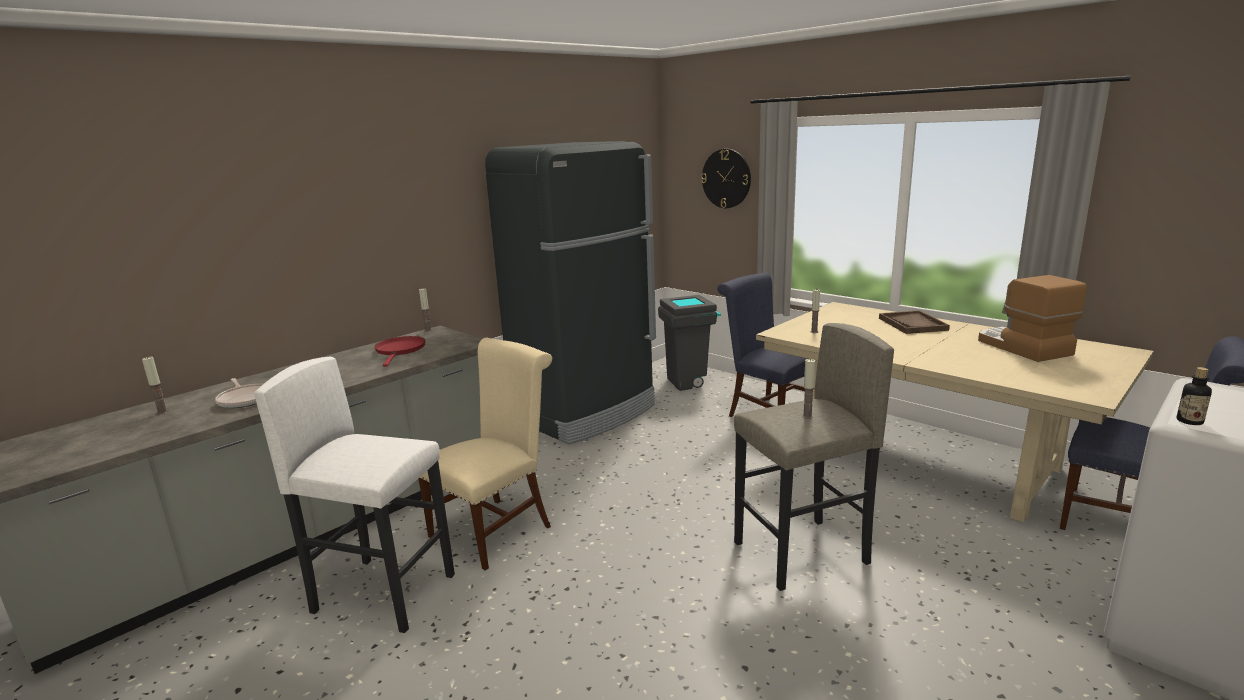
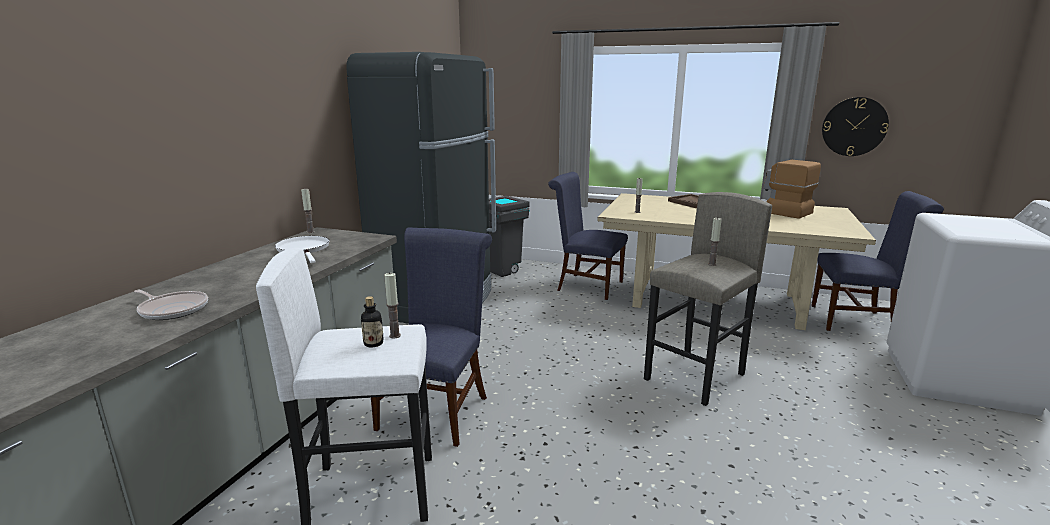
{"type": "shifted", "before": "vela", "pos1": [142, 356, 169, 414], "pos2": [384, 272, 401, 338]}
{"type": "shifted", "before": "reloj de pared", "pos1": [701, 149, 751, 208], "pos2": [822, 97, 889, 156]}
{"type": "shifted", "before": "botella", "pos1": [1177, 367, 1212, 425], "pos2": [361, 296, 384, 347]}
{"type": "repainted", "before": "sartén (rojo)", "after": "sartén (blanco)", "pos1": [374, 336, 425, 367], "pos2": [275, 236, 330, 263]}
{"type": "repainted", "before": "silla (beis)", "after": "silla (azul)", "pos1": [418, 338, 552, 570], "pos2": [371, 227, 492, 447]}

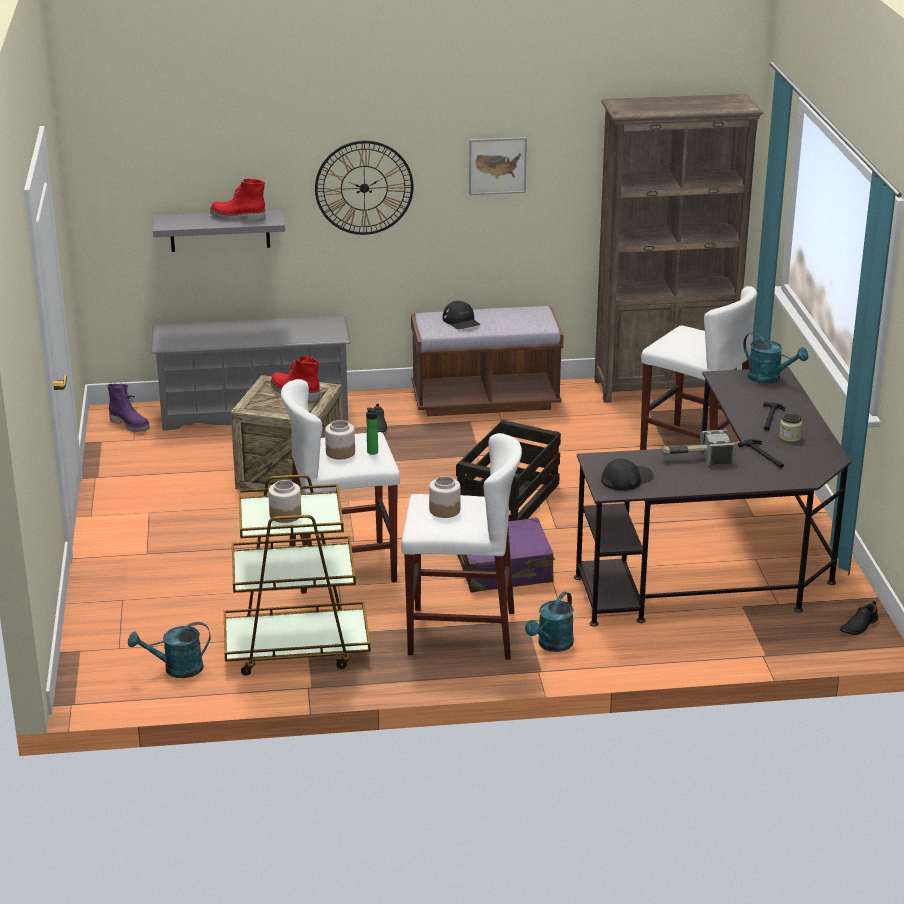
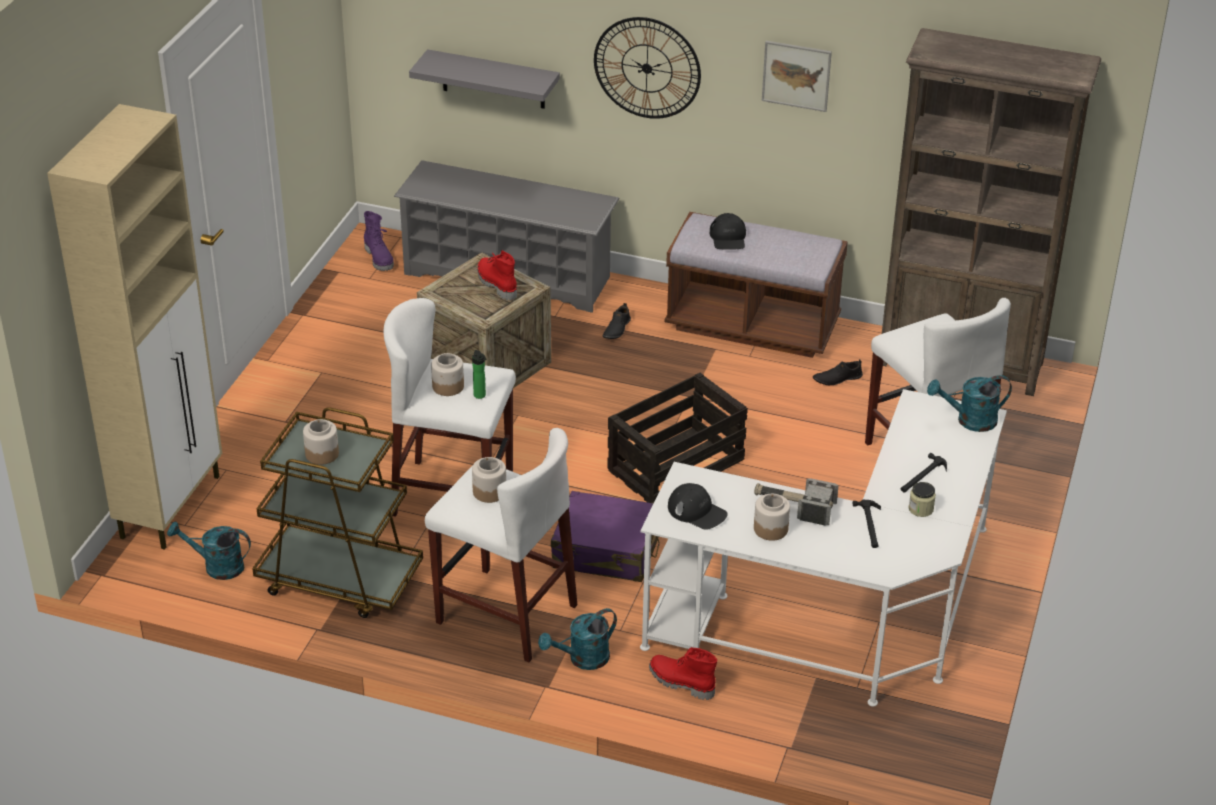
{"type": "new", "after": "armario (beis)", "pos2": [47, 104, 222, 550]}
{"type": "new", "after": "tarro", "pos2": [754, 494, 790, 541]}
{"type": "shifted", "before": "bota (rojo)", "pos1": [210, 179, 266, 221], "pos2": [649, 647, 717, 700]}
{"type": "shifted", "before": "zapato (negro)", "pos1": [840, 601, 878, 635], "pos2": [813, 359, 863, 385]}
{"type": "repainted", "before": "escritorio (negro)", "after": "escritorio (blanco)", "pos1": [574, 367, 851, 626], "pos2": [640, 389, 1007, 707]}
{"type": "rotated", "before": "gorra (negro)", "pos1": [601, 458, 654, 491], "pos2": [668, 483, 727, 530], "turn": 45}
{"type": "rotated", "before": "regadera (turquesa)", "pos1": [743, 332, 808, 384], "pos2": [927, 375, 1012, 432], "turn": 105}

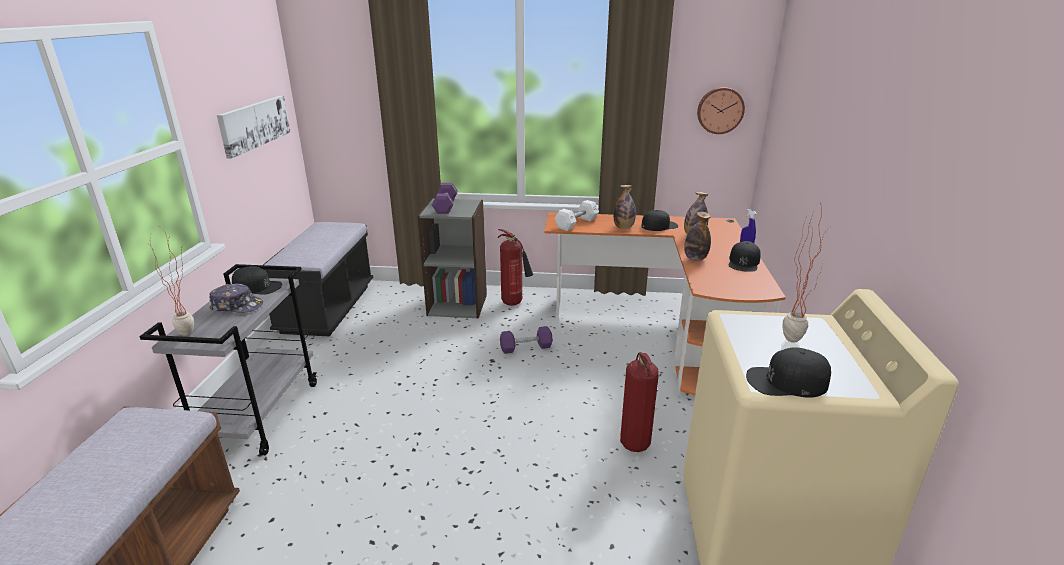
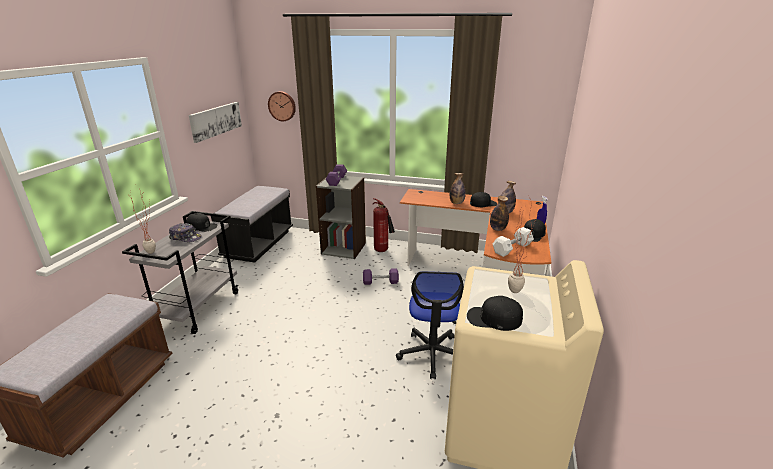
{"type": "shifted", "before": "mancuerna (blanco)", "pos1": [555, 200, 599, 231], "pos2": [492, 227, 534, 257]}
{"type": "shifted", "before": "reloj de pared", "pos1": [697, 87, 745, 134], "pos2": [268, 91, 296, 121]}
{"type": "swapped", "before": "extintor", "after": "silla de oficina", "pos1": [620, 352, 659, 452], "pos2": [396, 271, 464, 379]}

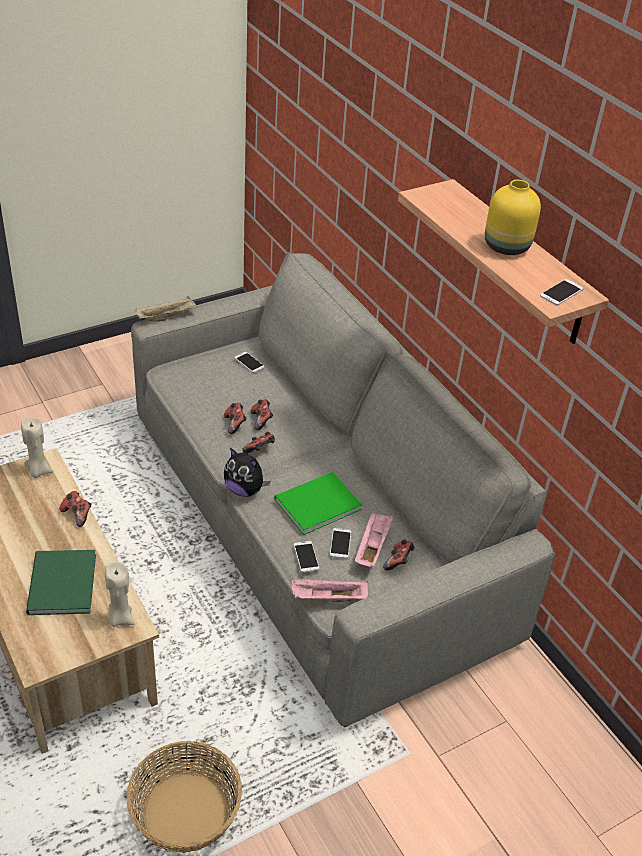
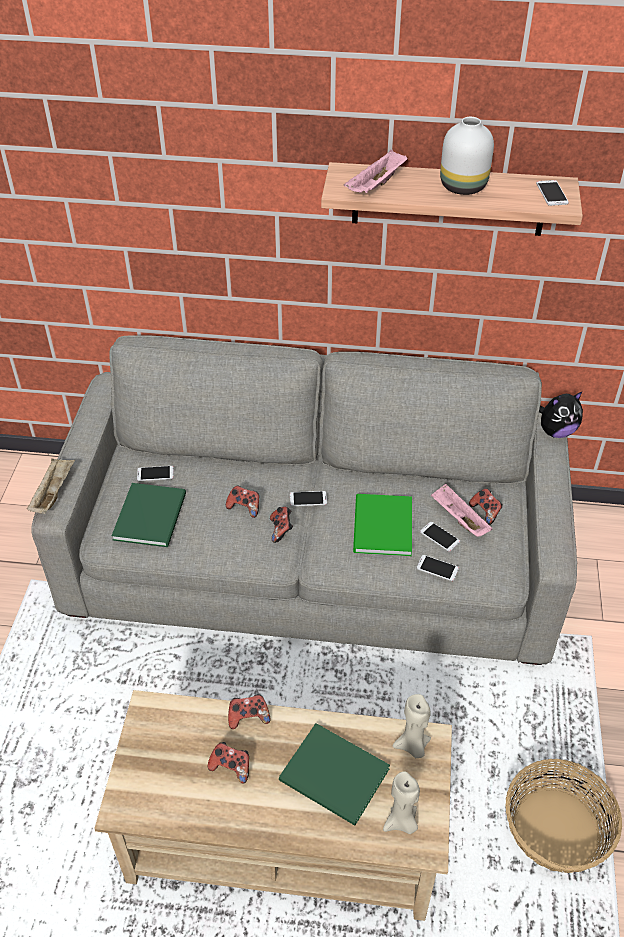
{"type": "new", "after": "libro (verde)", "pos2": [112, 483, 186, 547]}
{"type": "new", "after": "móvil", "pos2": [290, 491, 327, 506]}
{"type": "shifted", "before": "vela (beis)", "pos1": [21, 417, 54, 478], "pos2": [383, 771, 420, 834]}
{"type": "shifted", "before": "mando de consola", "pos1": [224, 403, 247, 434], "pos2": [208, 742, 249, 783]}
{"type": "shifted", "before": "peluche", "pos1": [224, 448, 271, 497], "pos2": [539, 391, 583, 438]}
{"type": "shifted", "before": "bandeja (rosa)", "pos1": [292, 579, 369, 602], "pos2": [344, 150, 407, 193]}
{"type": "repainted", "before": "florero (amarillo)", "after": "florero (blanco)", "pos1": [485, 180, 541, 255], "pos2": [440, 117, 494, 195]}

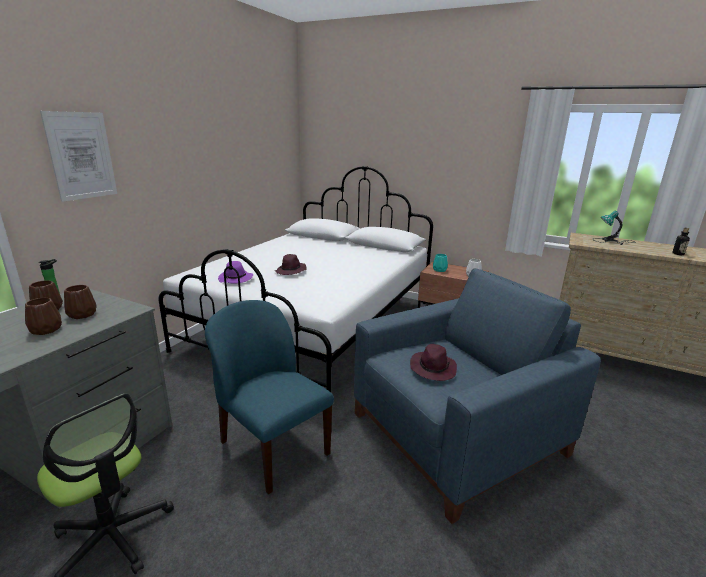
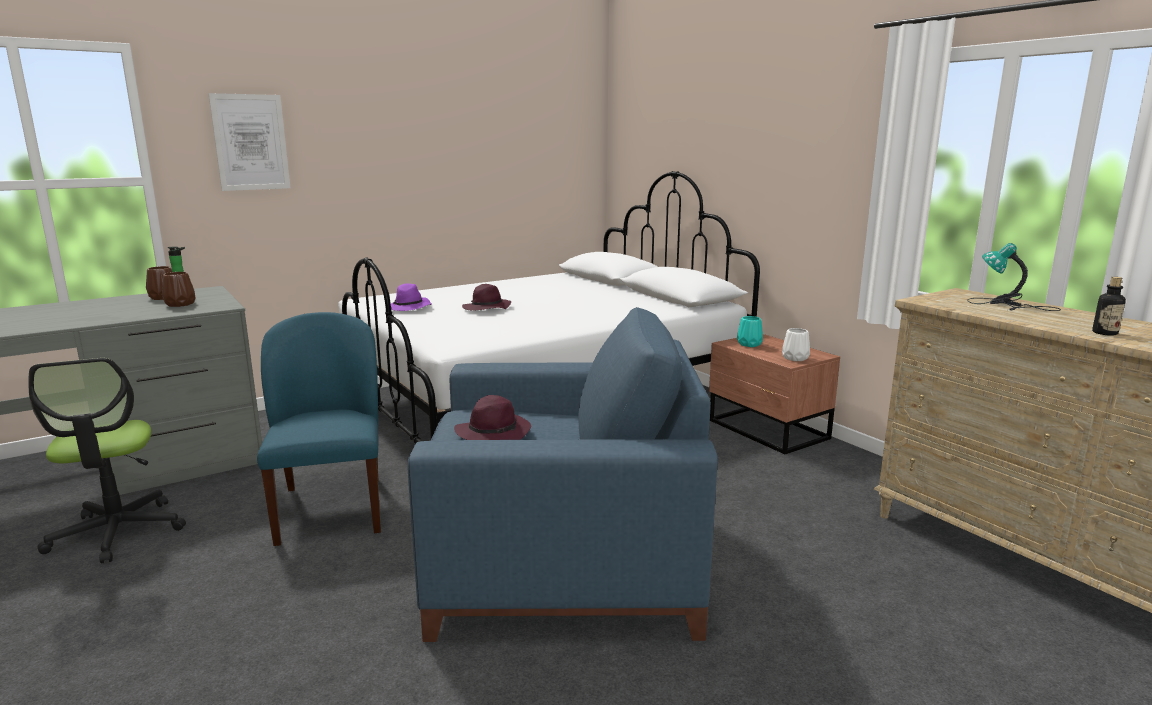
{"type": "gone", "before": "florero (marrón)", "pos1": [25, 298, 62, 335]}

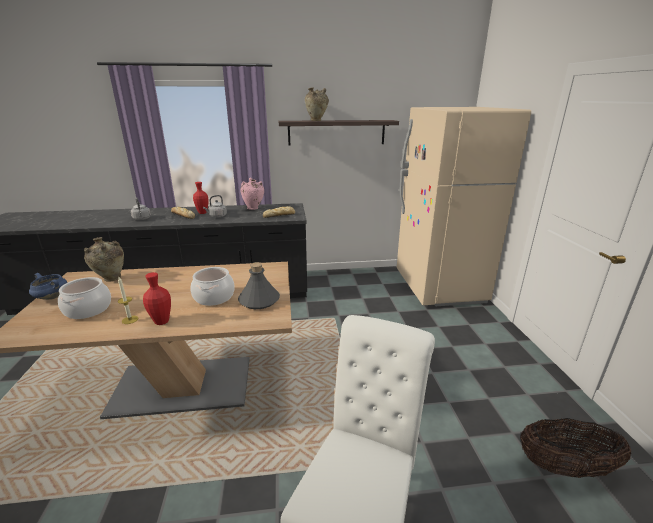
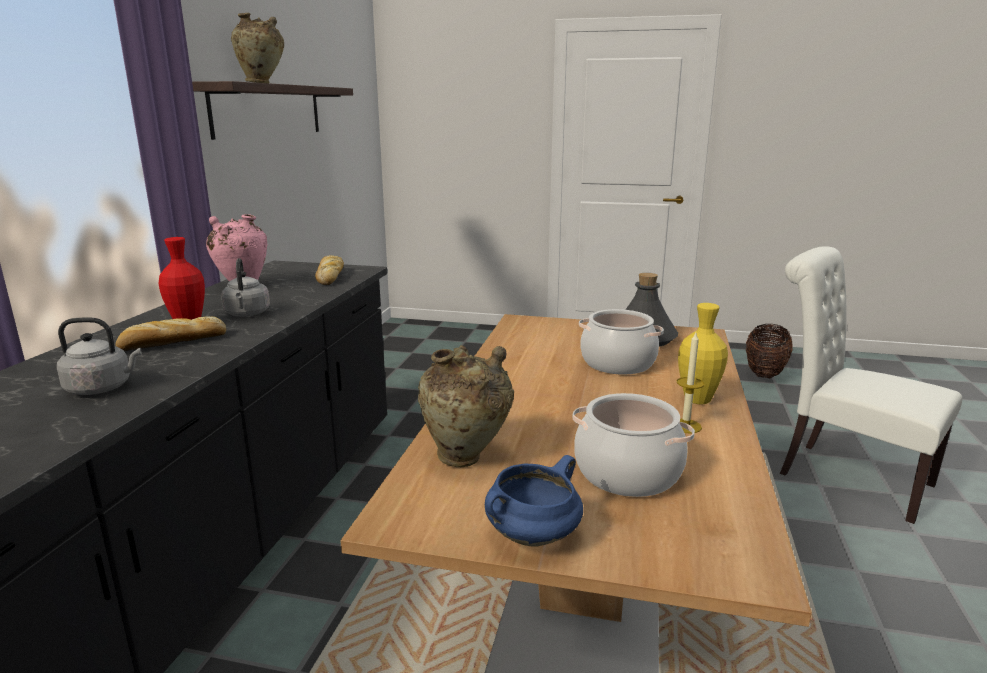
{"type": "gone", "before": "nevera (beis)", "pos1": [397, 107, 531, 306]}
{"type": "repainted", "before": "florero (rojo)", "after": "florero (amarillo)", "pos1": [143, 272, 171, 325], "pos2": [678, 303, 728, 404]}

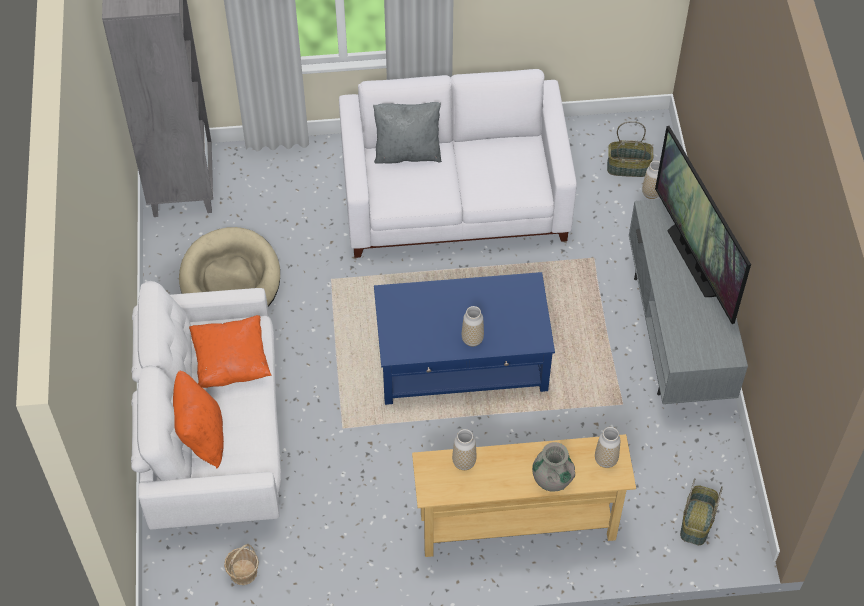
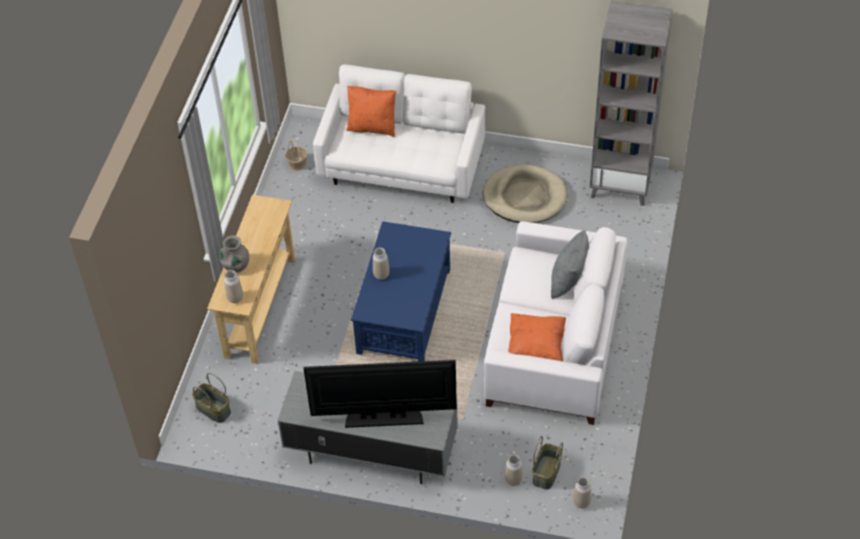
{"type": "shifted", "before": "cojín (naranja)", "pos1": [189, 315, 272, 388], "pos2": [508, 313, 566, 361]}
{"type": "shifted", "before": "florero", "pos1": [452, 429, 477, 470], "pos2": [573, 477, 591, 508]}

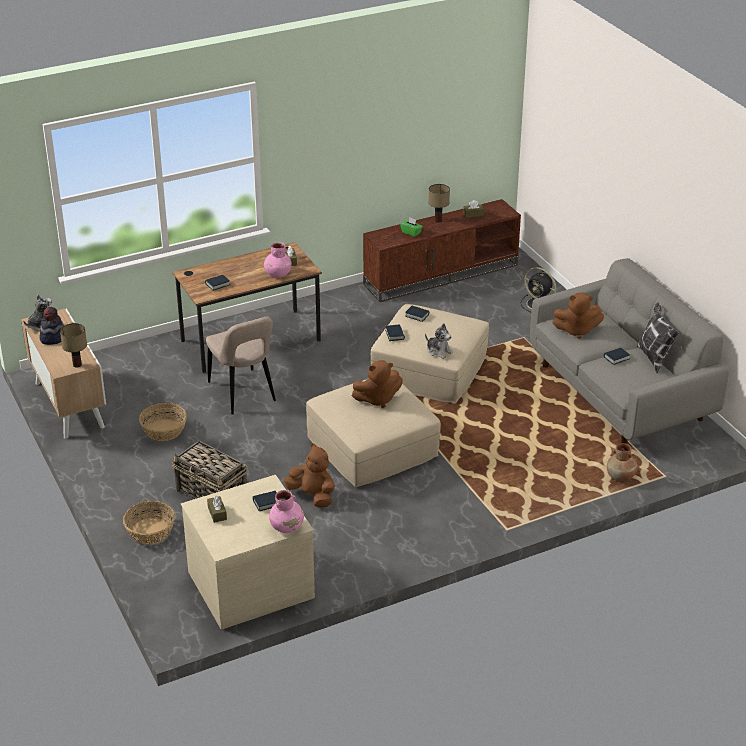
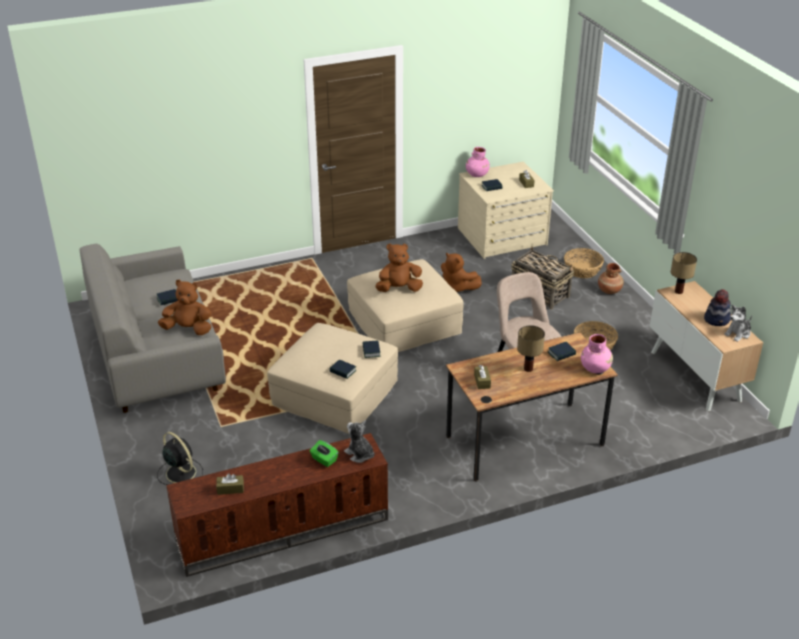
{"type": "gone", "before": "cojín", "pos1": [637, 303, 679, 373]}
{"type": "shifted", "before": "florero (rosa)", "pos1": [264, 242, 292, 278], "pos2": [581, 334, 613, 373]}
{"type": "shifted", "before": "peluche", "pos1": [425, 323, 453, 359], "pos2": [344, 420, 374, 463]}
{"type": "shifted", "before": "lámpara de mesa", "pos1": [428, 184, 450, 223], "pos2": [517, 325, 545, 372]}
{"type": "shifted", "before": "florero (marrón)", "pos1": [607, 443, 638, 481], "pos2": [598, 263, 624, 294]}

